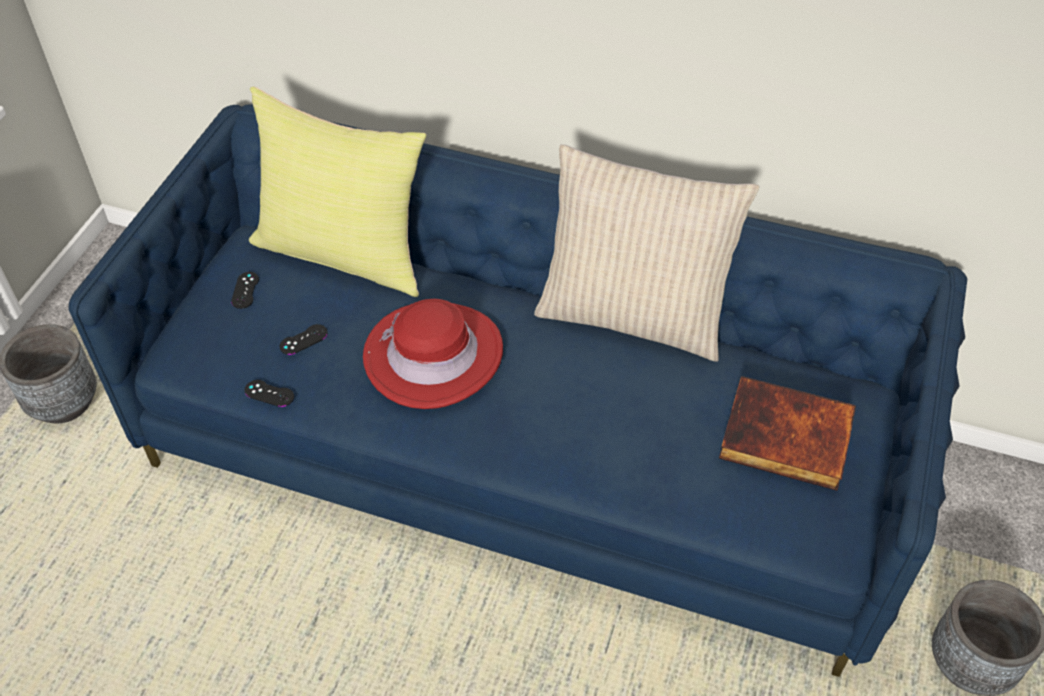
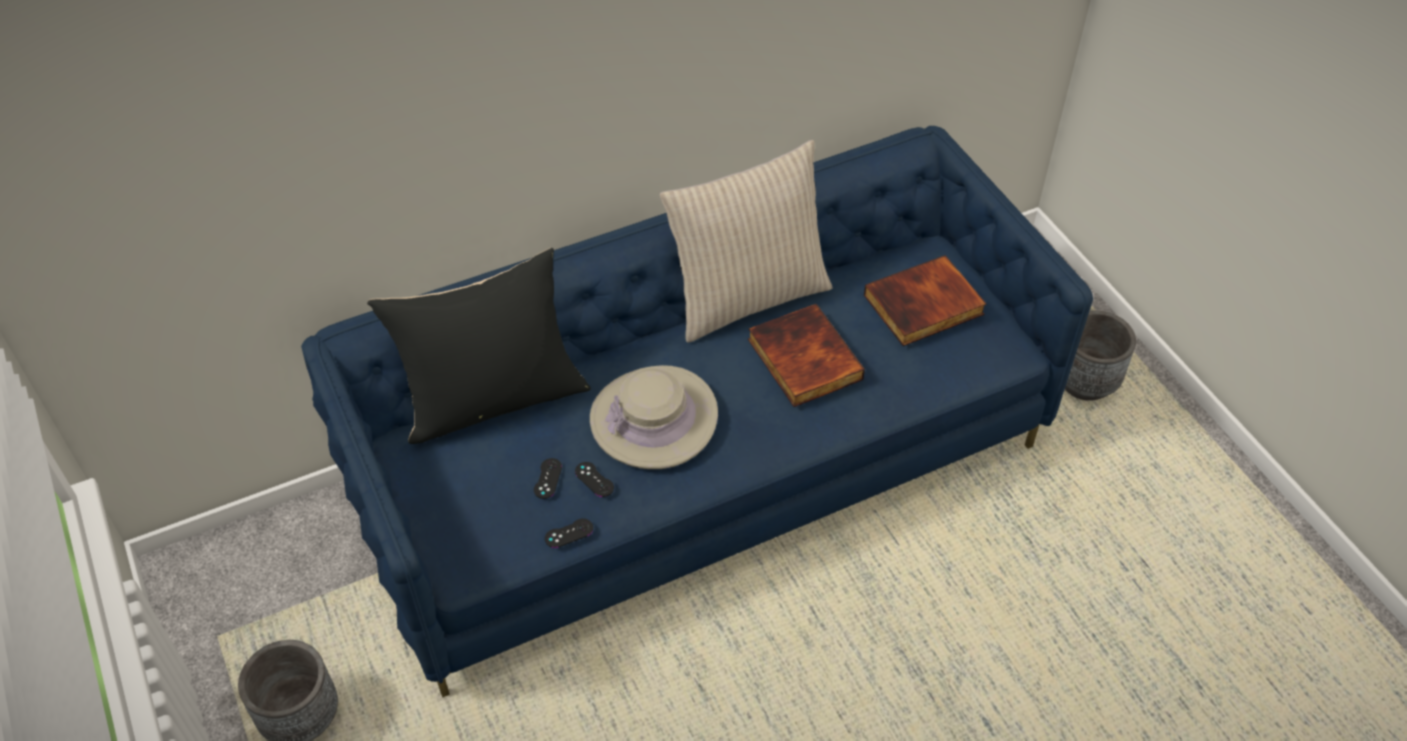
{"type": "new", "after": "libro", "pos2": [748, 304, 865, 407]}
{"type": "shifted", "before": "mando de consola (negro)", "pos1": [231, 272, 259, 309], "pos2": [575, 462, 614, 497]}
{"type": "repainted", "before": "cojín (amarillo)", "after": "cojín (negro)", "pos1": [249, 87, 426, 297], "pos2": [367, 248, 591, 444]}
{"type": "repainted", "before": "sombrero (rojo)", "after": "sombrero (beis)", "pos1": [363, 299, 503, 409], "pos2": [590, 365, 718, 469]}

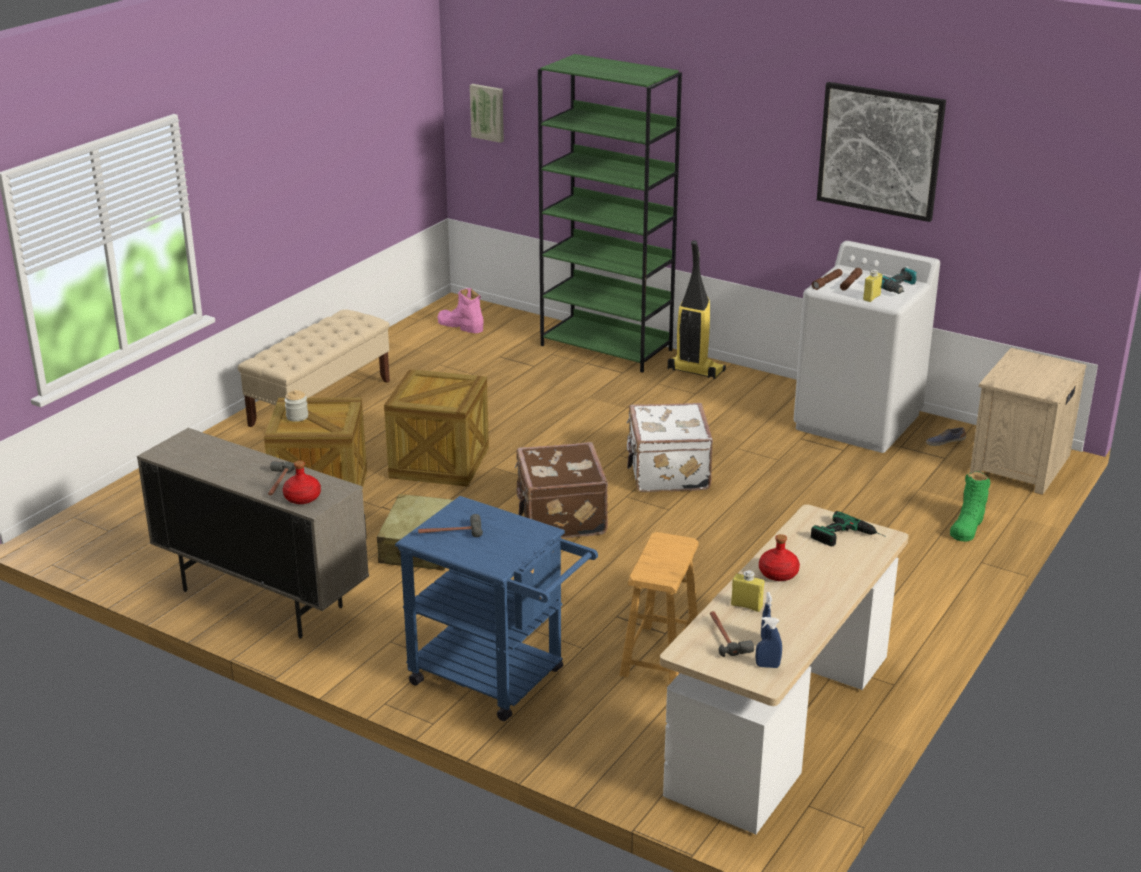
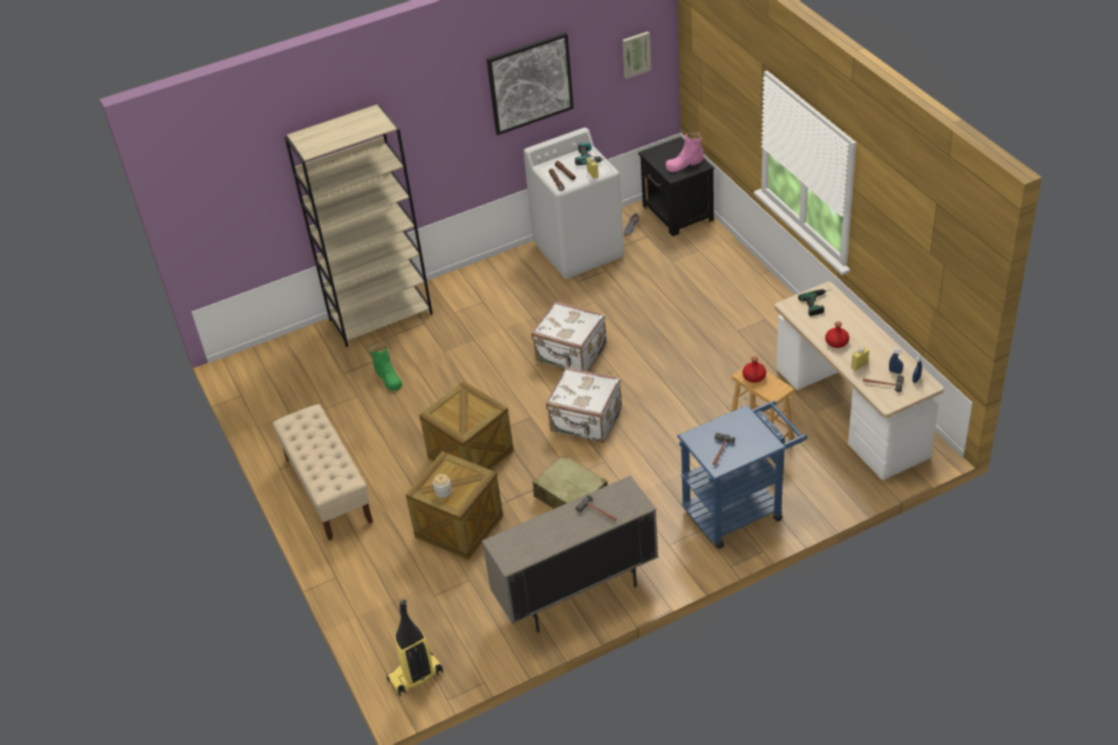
{"type": "shifted", "before": "botella (rojo)", "pos1": [283, 461, 321, 504], "pos2": [743, 356, 766, 383]}
{"type": "shifted", "before": "bota (rosa)", "pos1": [437, 288, 484, 333], "pos2": [666, 132, 704, 172]}
{"type": "shifted", "before": "cuadro", "pos1": [470, 84, 504, 143], "pos2": [622, 31, 651, 79]}
{"type": "shifted", "before": "aspiradora", "pos1": [668, 240, 726, 379], "pos2": [386, 599, 443, 697]}
{"type": "shifted", "before": "bota (verde)", "pos1": [950, 471, 990, 542], "pos2": [370, 344, 402, 391]}
{"type": "repainted", "before": "maleta (marrón)", "after": "maleta (blanco)", "pos1": [515, 442, 608, 538], "pos2": [546, 367, 622, 443]}
{"type": "repainted", "before": "estantería (verde)", "after": "estantería (beis)", "pos1": [538, 54, 682, 373], "pos2": [285, 105, 433, 347]}
{"type": "repainted", "before": "mesita de noche (beis)", "after": "mesita de noche (negro)", "pos1": [969, 348, 1087, 495], "pos2": [638, 137, 714, 236]}

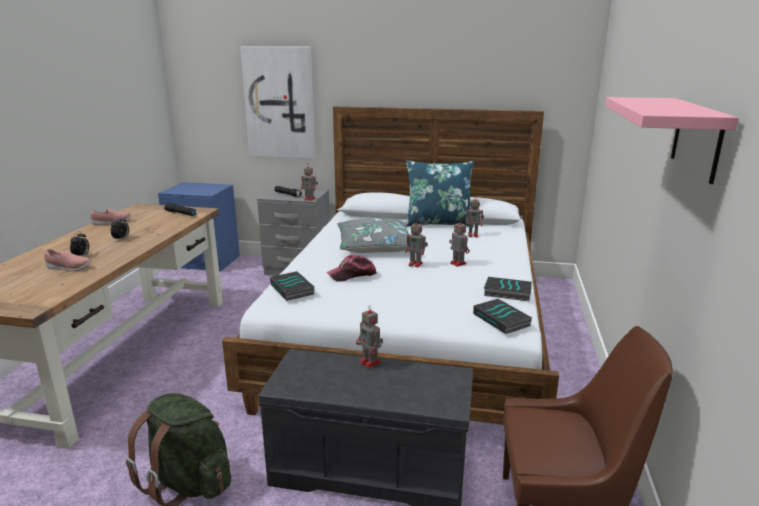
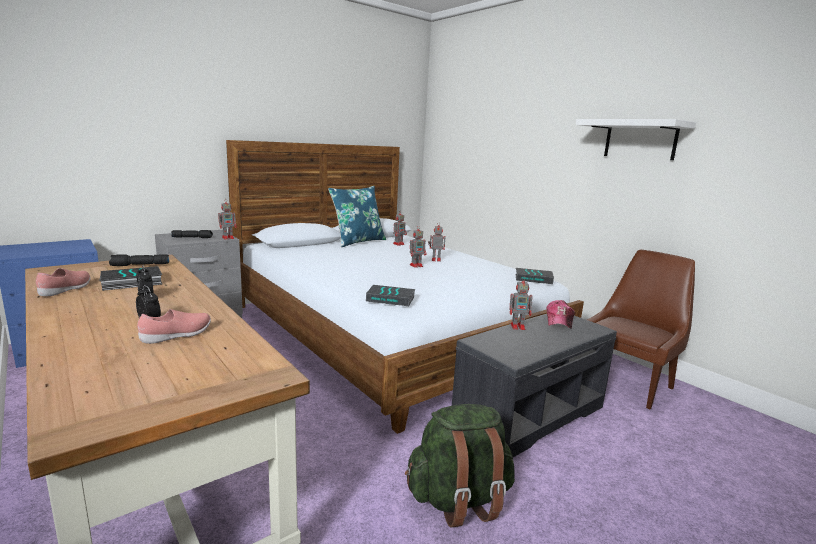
{"type": "gone", "before": "cuadro", "pos1": [240, 47, 315, 159]}
{"type": "gone", "before": "cojín (gris)", "pos1": [337, 218, 409, 253]}
{"type": "shifted", "before": "gorra", "pos1": [327, 255, 377, 282], "pos2": [547, 300, 575, 329]}
{"type": "shifted", "before": "libro", "pos1": [484, 277, 532, 301], "pos2": [99, 266, 162, 291]}
{"type": "repainted", "before": "estante (rosa)", "after": "estante (blanco)", "pos1": [605, 97, 739, 184], "pos2": [576, 119, 696, 160]}

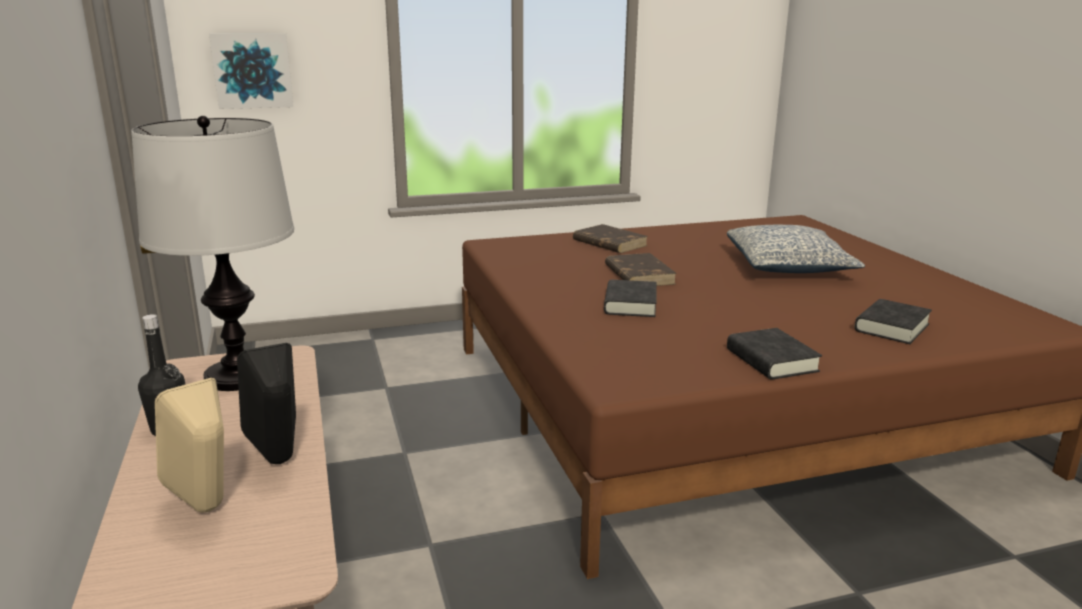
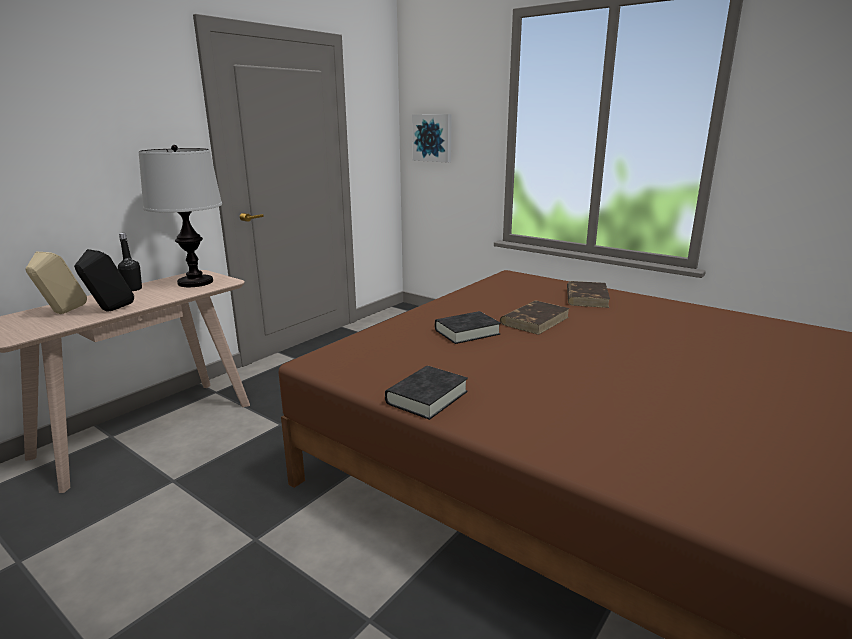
{"type": "gone", "before": "cojín", "pos1": [727, 225, 865, 273]}
{"type": "gone", "before": "libro (negro)", "pos1": [855, 299, 932, 344]}

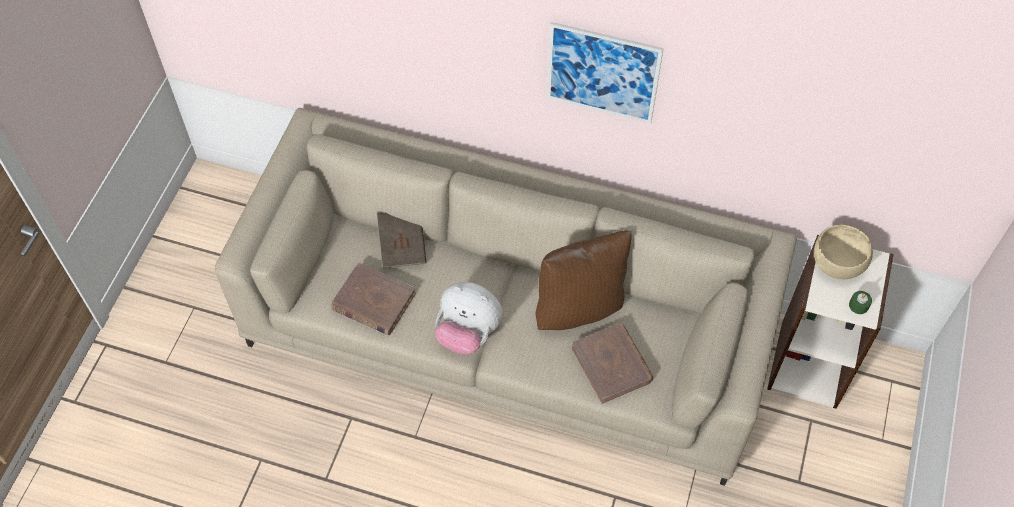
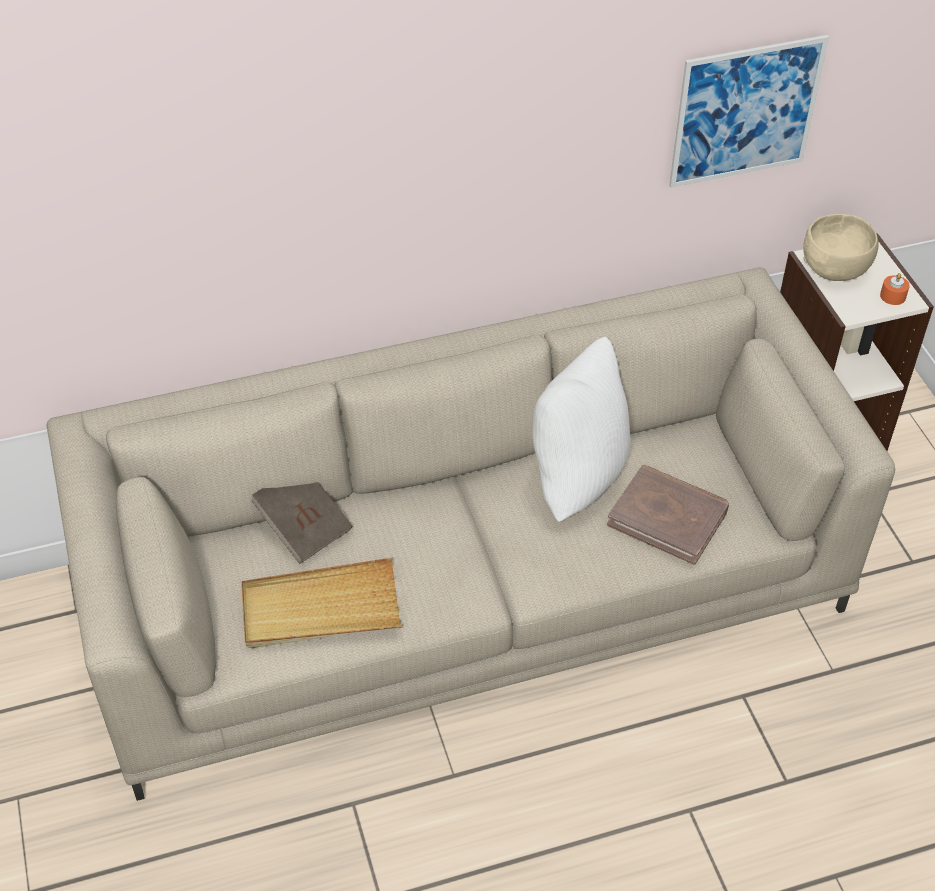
{"type": "gone", "before": "peluche", "pos1": [435, 282, 502, 355]}
{"type": "shifted", "before": "cuadro", "pos1": [547, 22, 664, 124], "pos2": [669, 35, 829, 188]}
{"type": "swapped", "before": "libro (marrón)", "after": "bandeja (beis)", "pos1": [331, 263, 416, 335], "pos2": [242, 558, 401, 648]}
{"type": "repainted", "before": "cojín (marrón)", "after": "cojín (blanco)", "pos1": [536, 231, 632, 330], "pos2": [532, 336, 631, 522]}
{"type": "repainted", "before": "vela (verde)", "after": "vela (naranja)", "pos1": [849, 291, 872, 314], "pos2": [880, 273, 910, 305]}

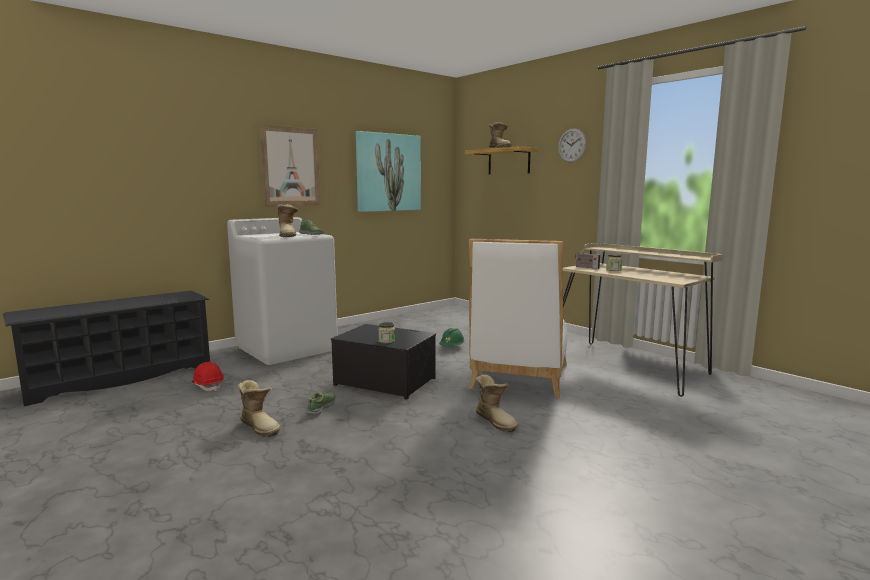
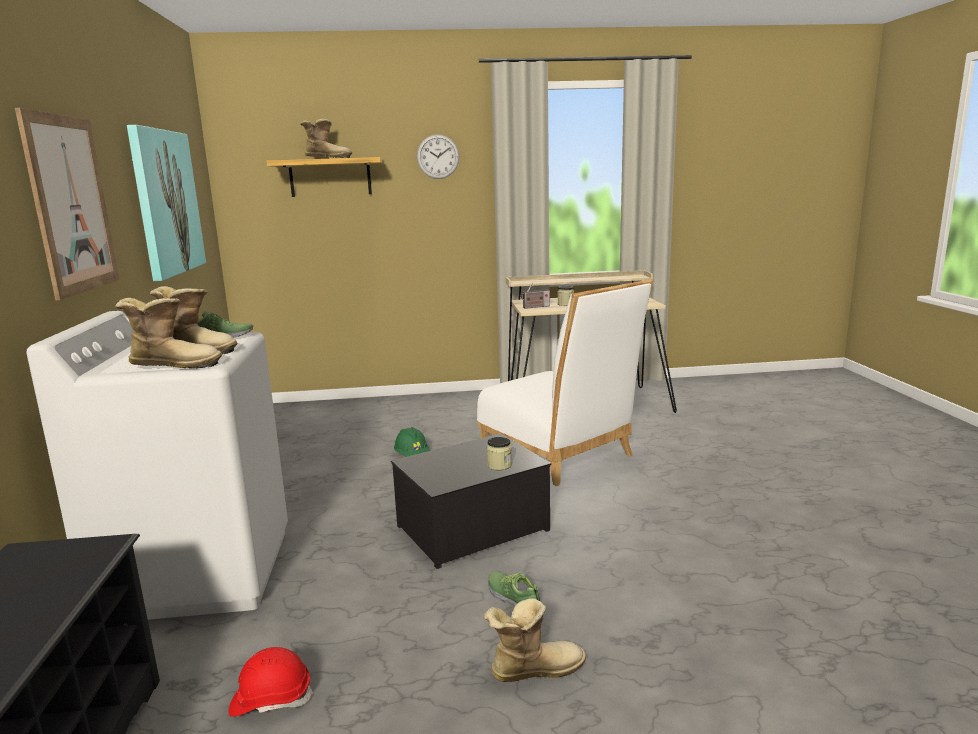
{"type": "shifted", "before": "bota", "pos1": [476, 374, 519, 432], "pos2": [116, 298, 222, 368]}

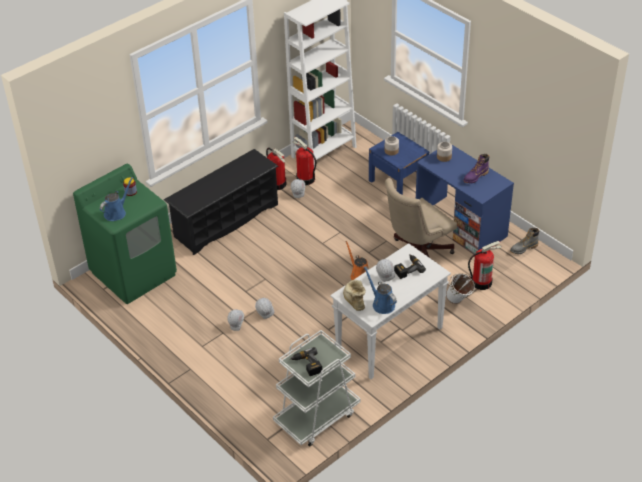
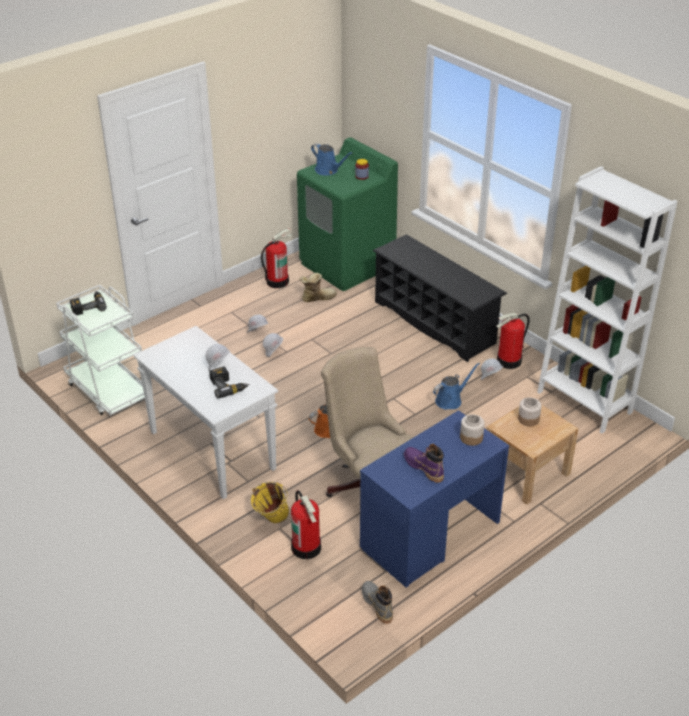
{"type": "shifted", "before": "extintor", "pos1": [293, 137, 316, 185], "pos2": [261, 228, 292, 288]}
{"type": "shifted", "before": "bota", "pos1": [343, 280, 366, 311], "pos2": [299, 273, 337, 302]}
{"type": "shifted", "before": "regadera (azul)", "pos1": [364, 266, 397, 314], "pos2": [433, 363, 480, 409]}
{"type": "repainted", "before": "mesita de noche (azul)", "after": "mesita de noche (beis)", "pos1": [369, 132, 429, 195], "pos2": [486, 404, 578, 505]}
{"type": "repainted", "before": "cubo (blanco)", "after": "cubo (amarillo)", "pos1": [446, 274, 475, 304], "pos2": [251, 482, 289, 524]}

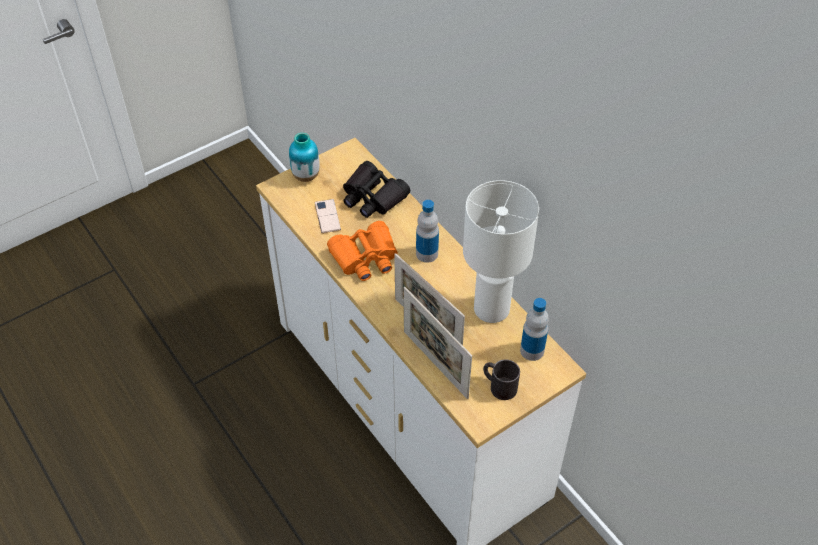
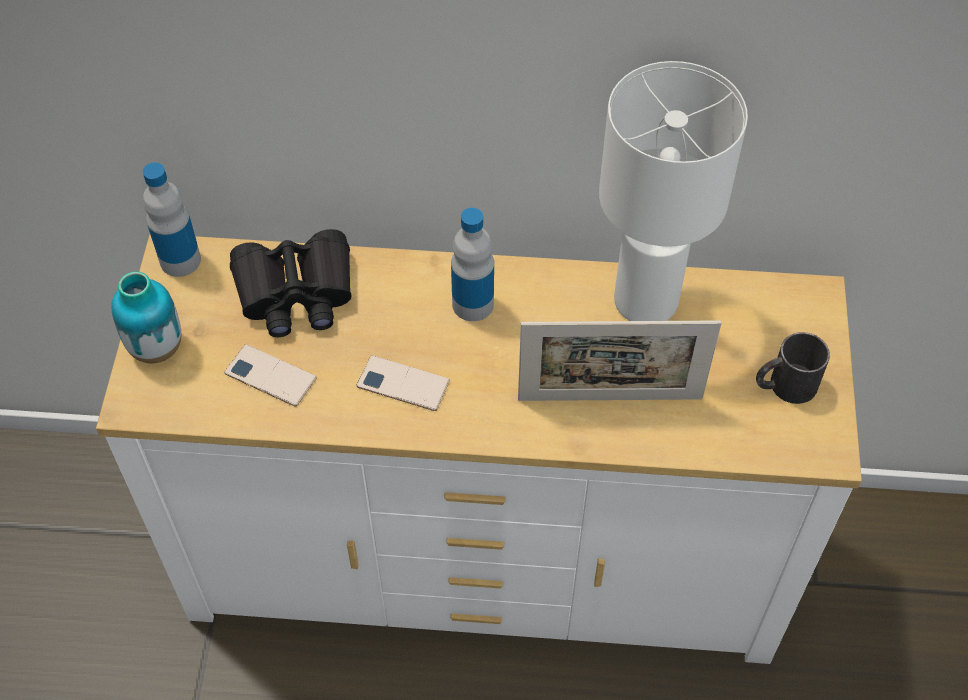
{"type": "gone", "before": "portarretratos", "pos1": [404, 287, 472, 399]}
{"type": "shifted", "before": "botella", "pos1": [520, 298, 549, 361], "pos2": [143, 162, 201, 277]}
{"type": "swapped", "before": "prismáticos (naranja)", "after": "móvil", "pos1": [327, 221, 398, 281], "pos2": [356, 356, 450, 411]}

